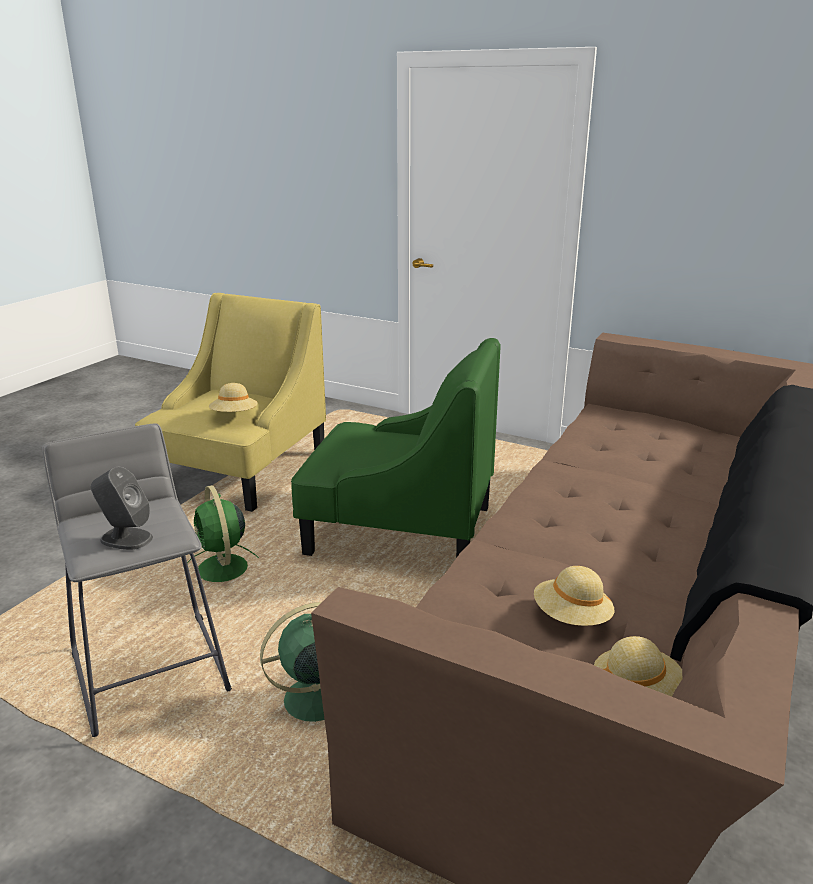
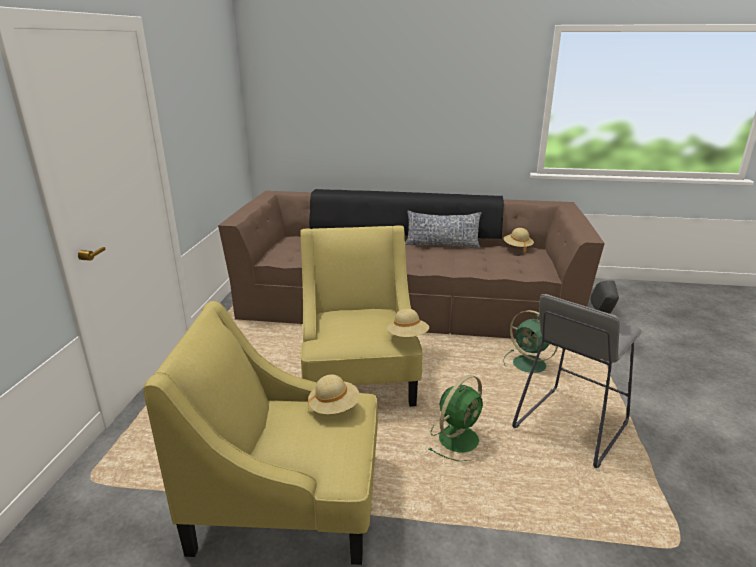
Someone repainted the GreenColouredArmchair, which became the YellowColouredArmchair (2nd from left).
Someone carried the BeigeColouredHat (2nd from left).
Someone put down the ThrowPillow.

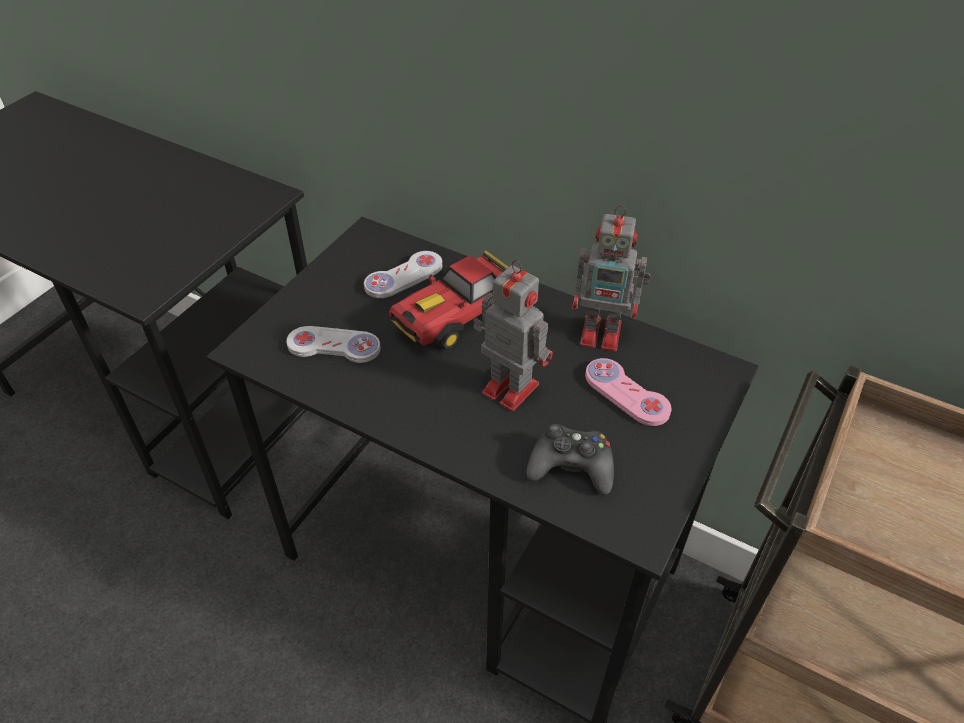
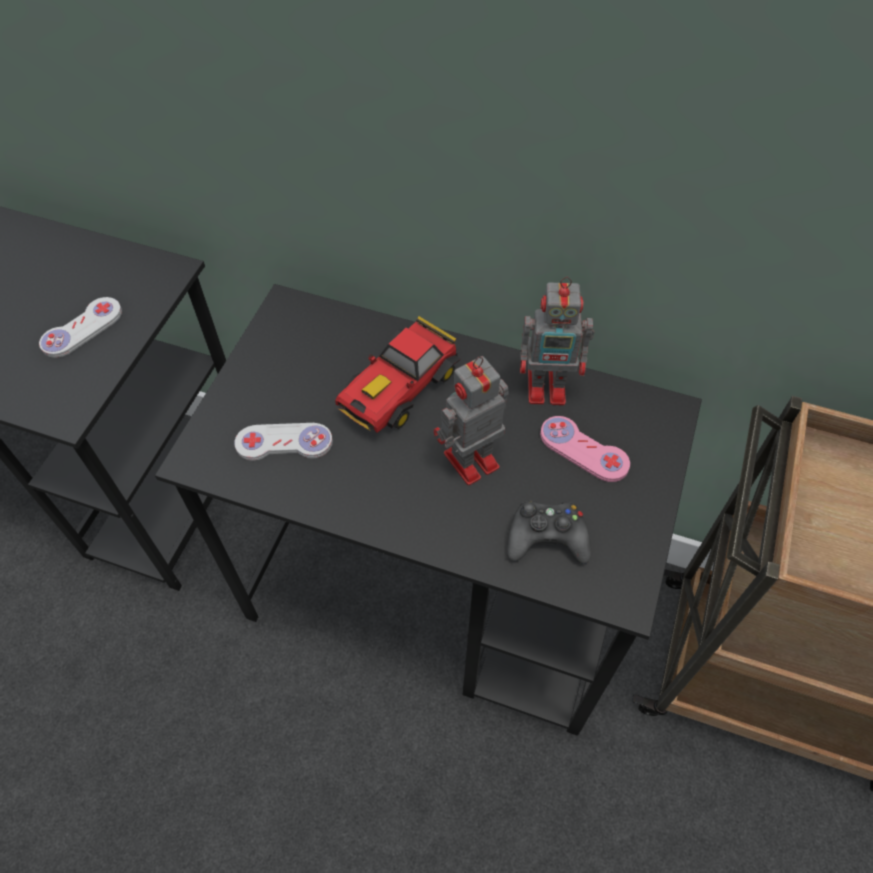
Someone carried the WhiteColouredJoypad (2nd from left in the first image).
Someone rotated the ModelRobot (1st from left) by 60 degrees counterclockwise.

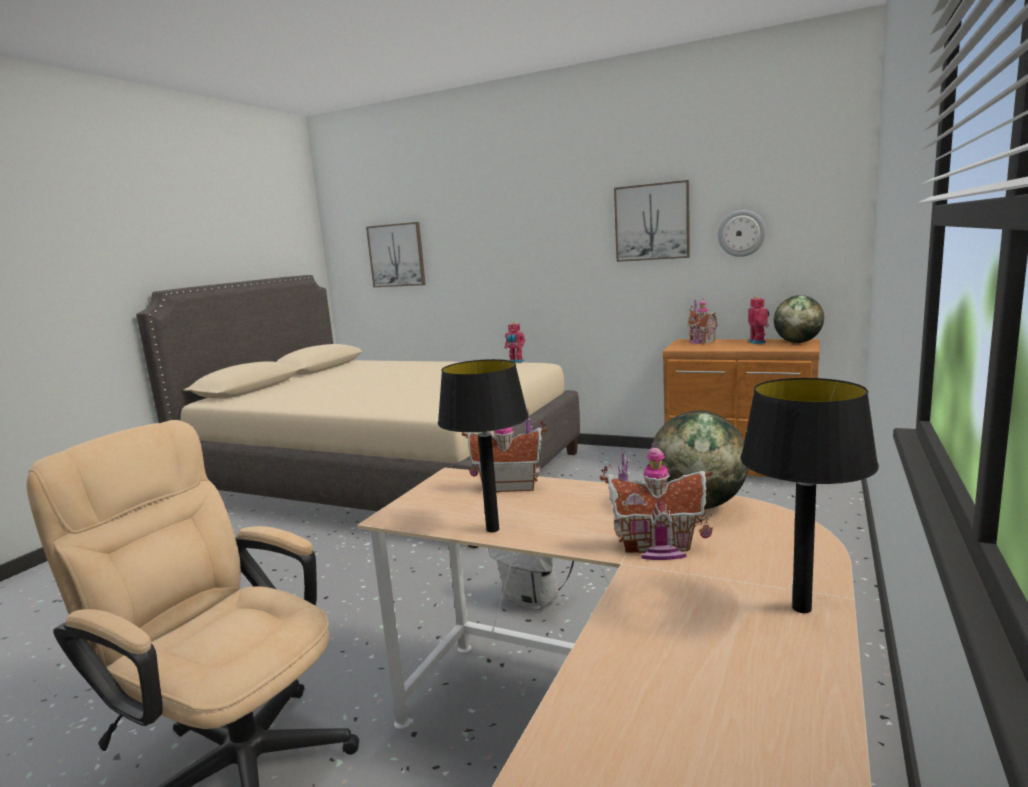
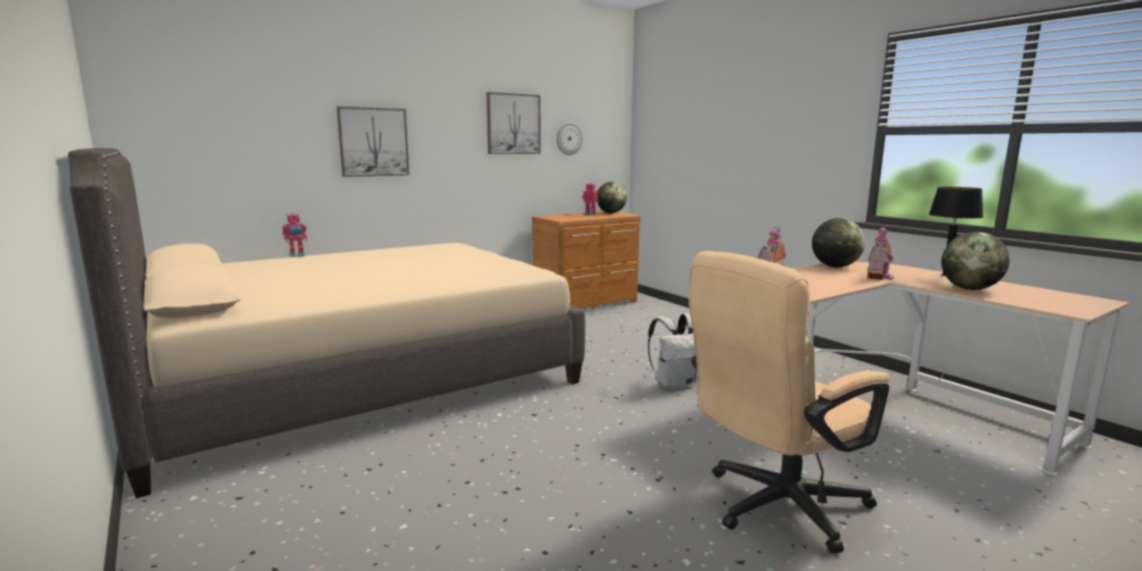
Someone carried the Picture (1st from left).
Someone took away the ModelHouse (3rd from left).
Someone carried the ModelRobot (1st from left).
Someone took away the BlackLampForATable (1st from left).
Someone put down the DeskGlobe (3rd from left).

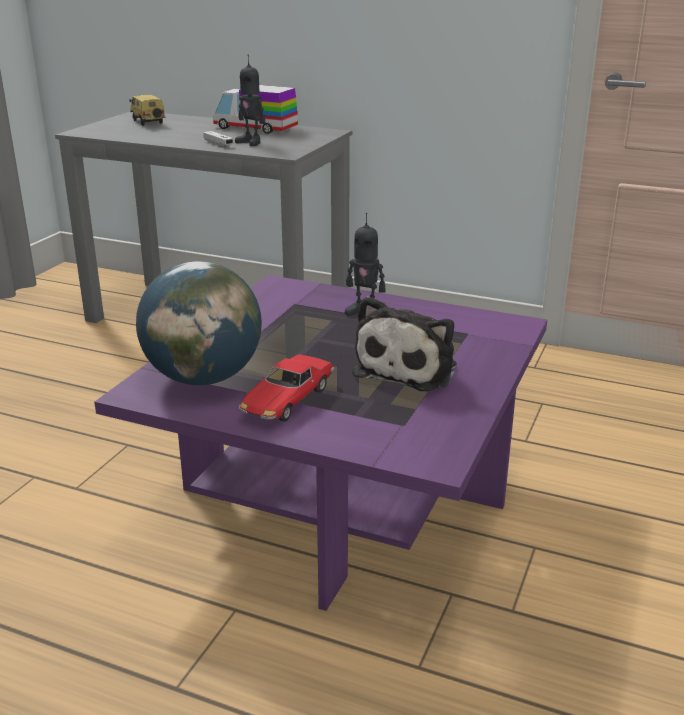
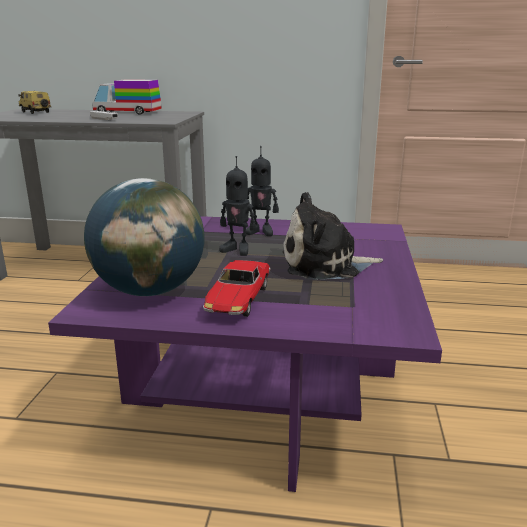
Someone carried the ModelRobot (1st from left).
Someone rotated the CuddlyToy by 75 degrees clockwise.

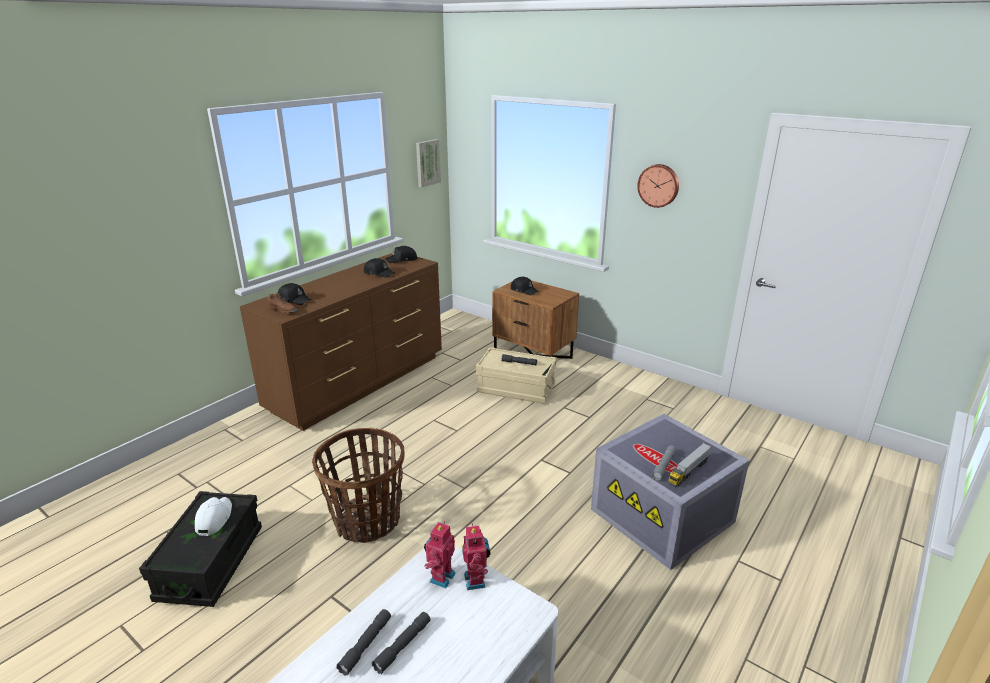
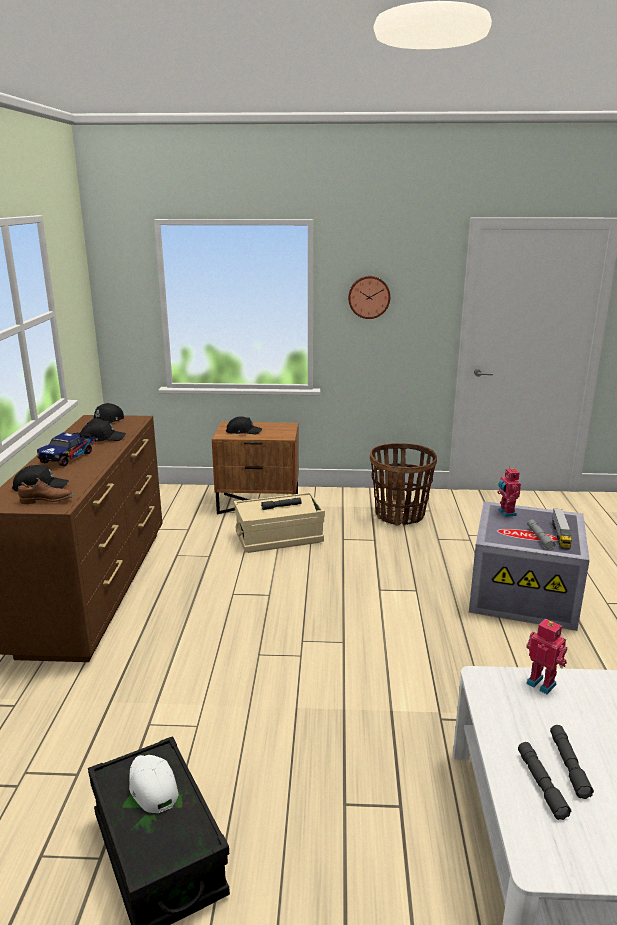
Someone took away the Picture.
Someone carried the Basket.
Someone carried the ModelRobot (1st from left).
Someone put down the ModelTruck (1st from left).

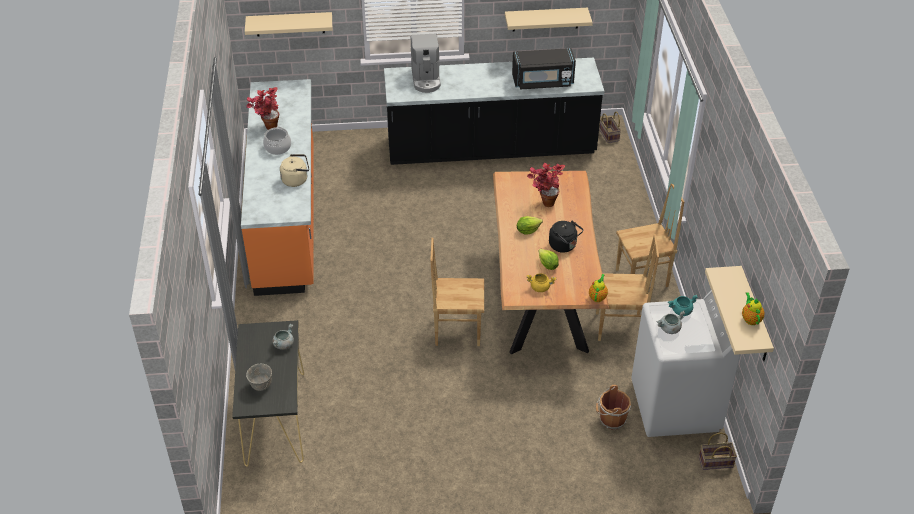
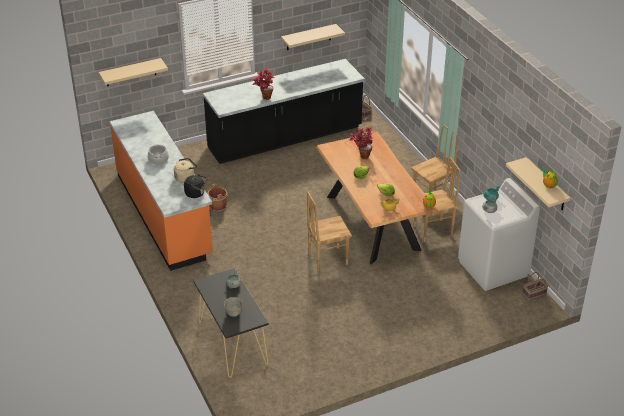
Someone took away the CoffeeMaker.
Someone took away the BlackMicrowaveOven.
Someone carried the Houseplant (1st from left).
Someone carried the BlackWaterKettle.
Someone carried the BrownColouredPail.

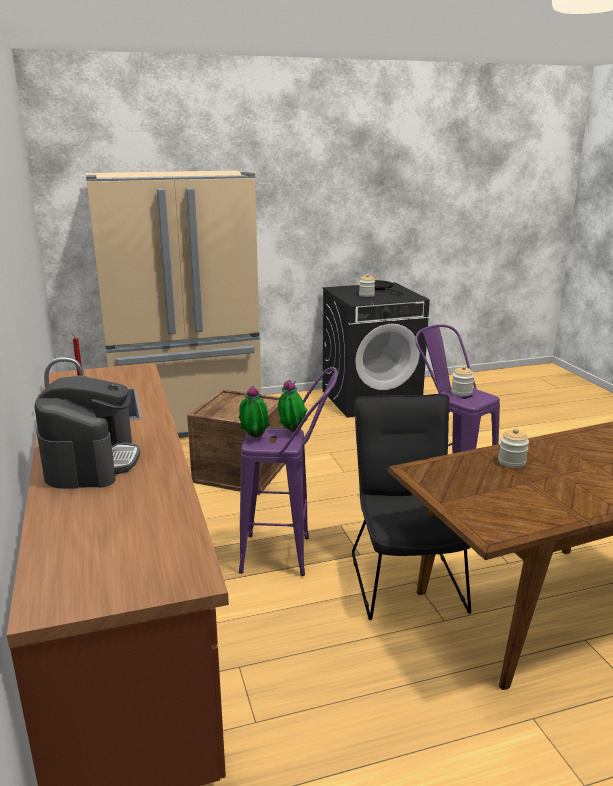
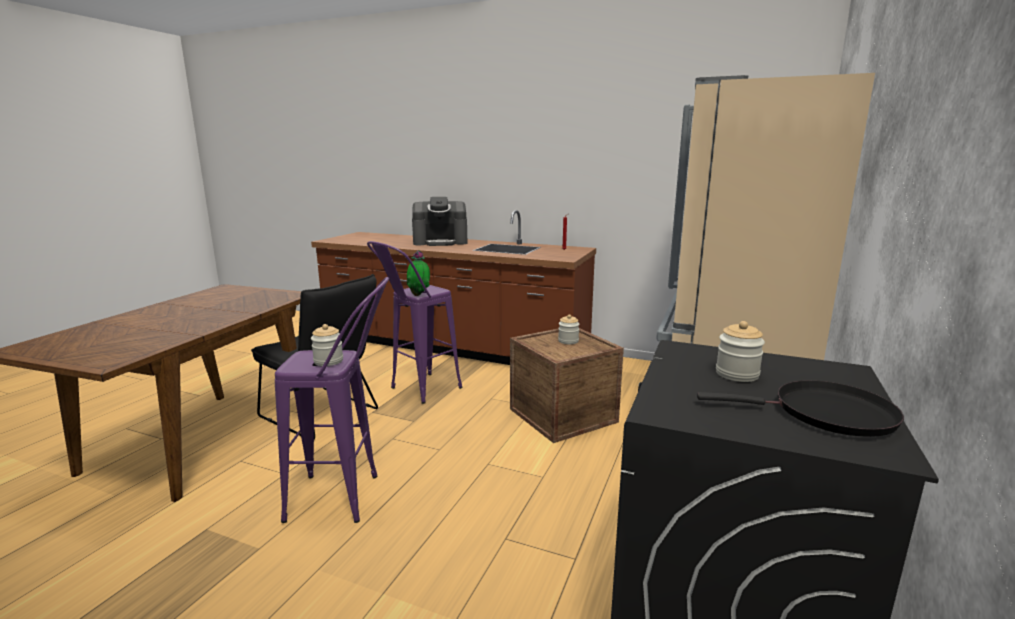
Someone rotated the CoffeeMaker by 45 degrees counterclockwise.
Someone took away the Houseplant (1st from left).
Someone carried the StorageJar (3rd from left in the first image).

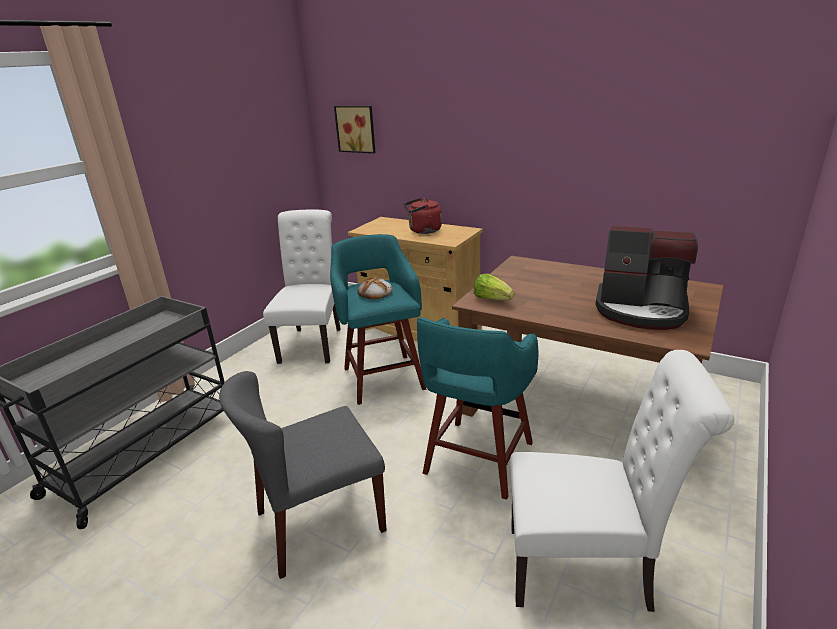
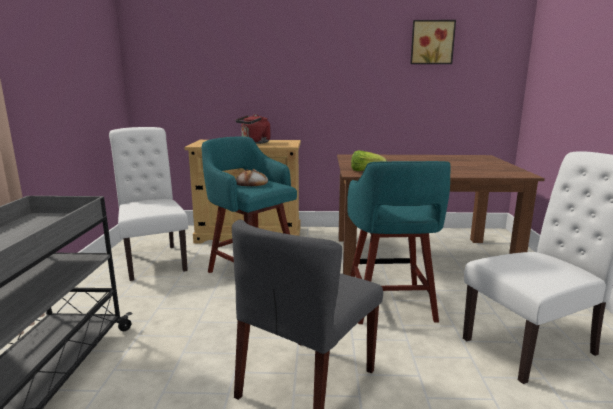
Someone carried the Picture.
Someone took away the CoffeeMaker.

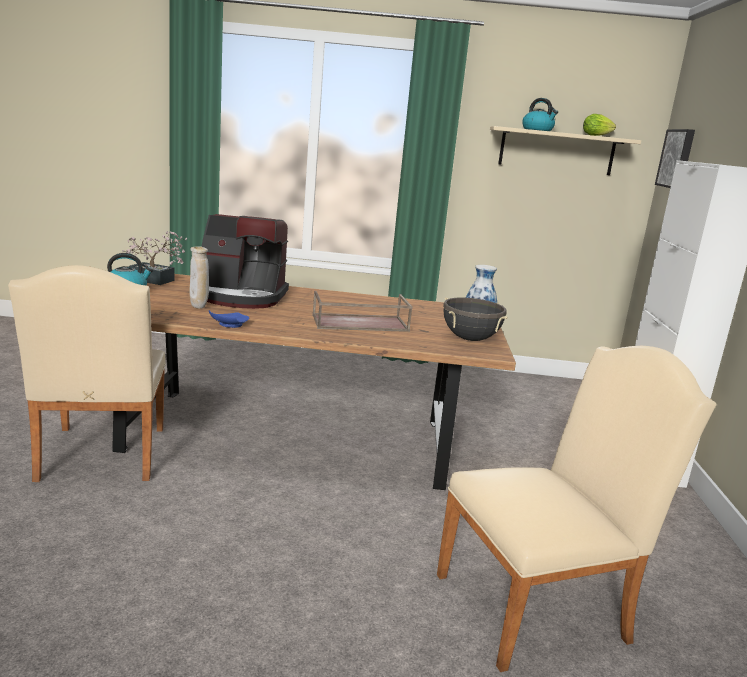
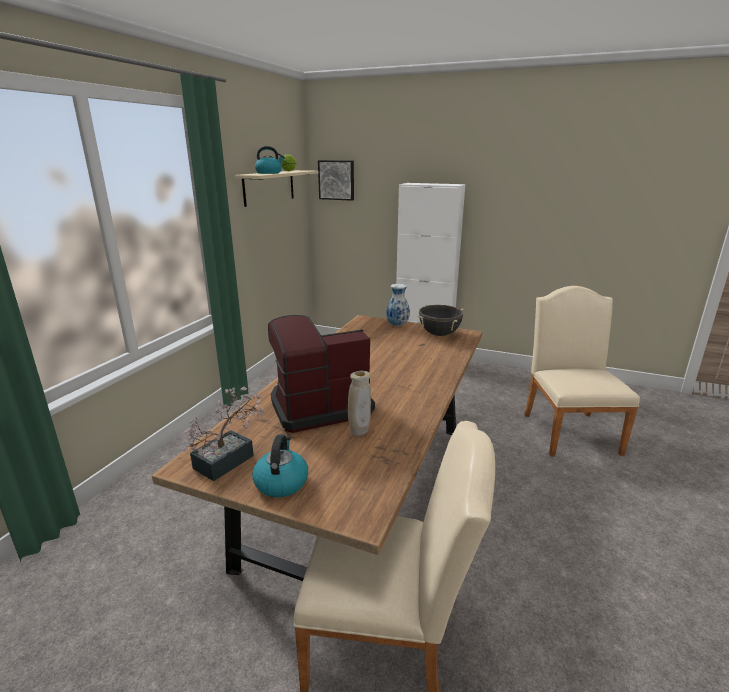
Someone rotated the CoffeeMaker by 135 degrees counterclockwise.
Someone took away the BrownColouredServingTray.
Someone took away the BluishDinnerPlate.

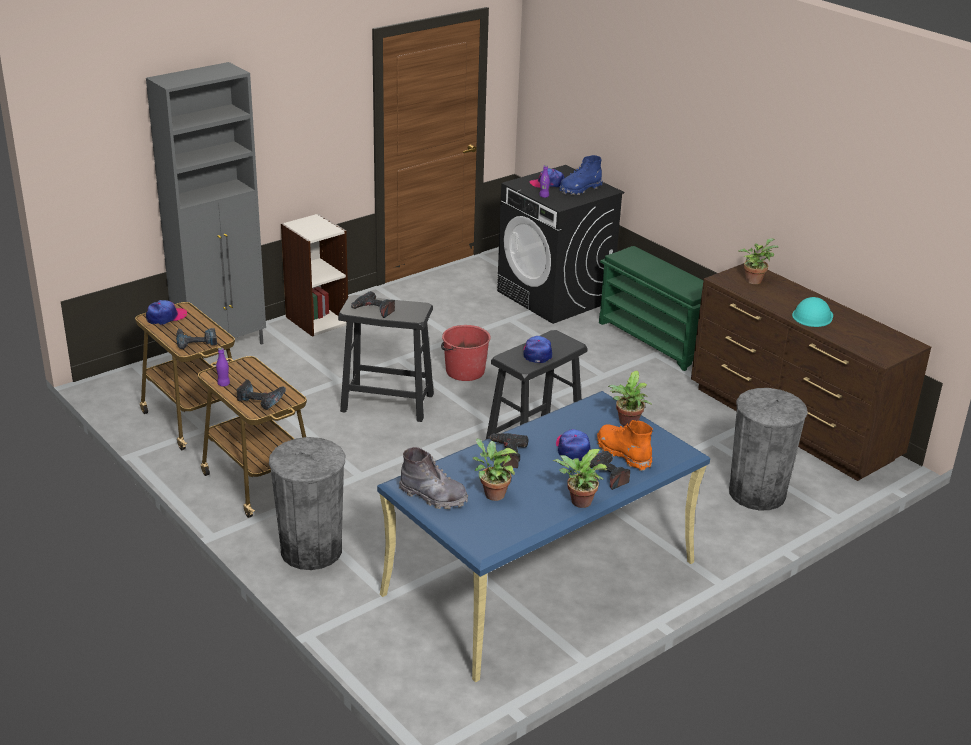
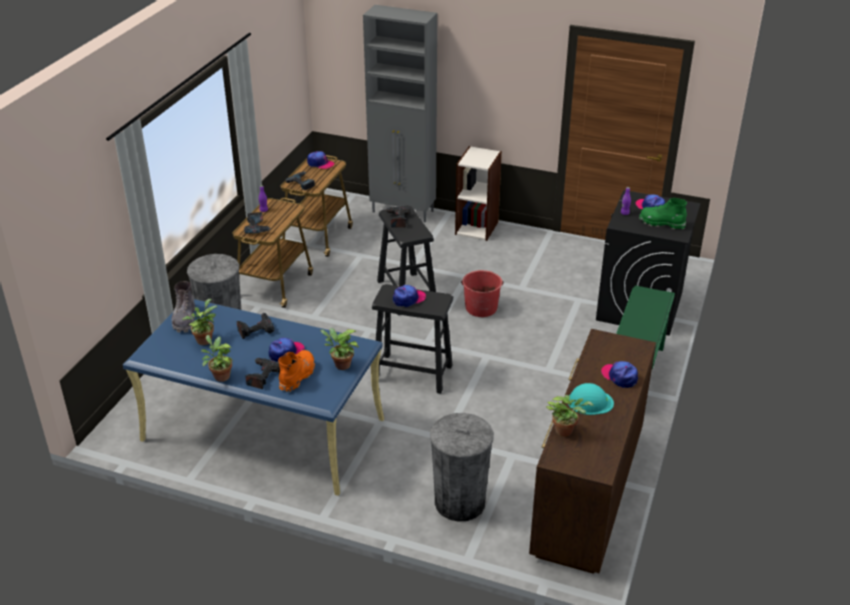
Someone repainted the BluishBoot, which became the GreenColouredBoot.
Someone carried the Houseplant (4th from left).
Someone put down the BaseballCap (4th from left).

